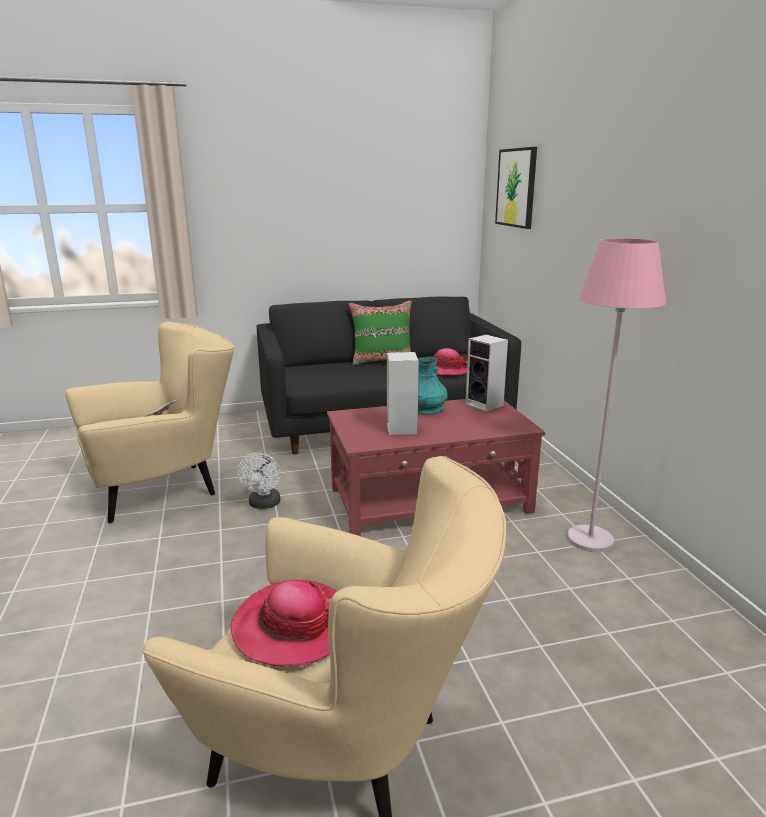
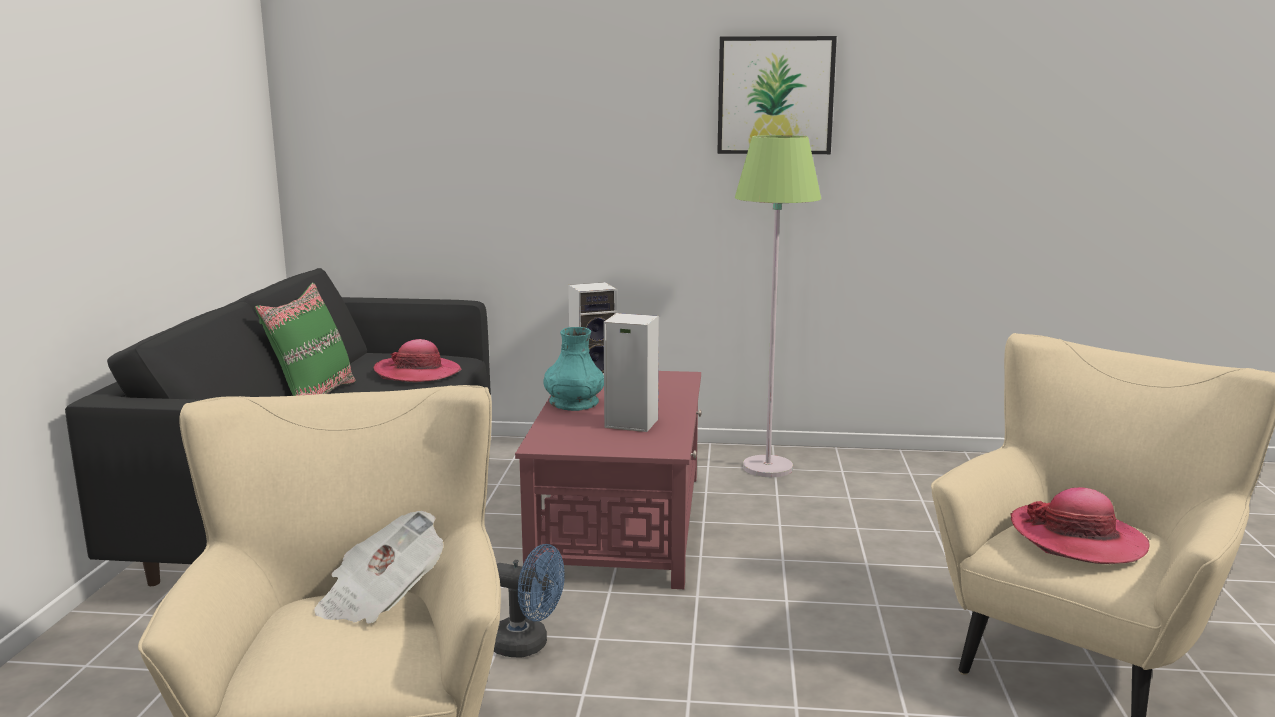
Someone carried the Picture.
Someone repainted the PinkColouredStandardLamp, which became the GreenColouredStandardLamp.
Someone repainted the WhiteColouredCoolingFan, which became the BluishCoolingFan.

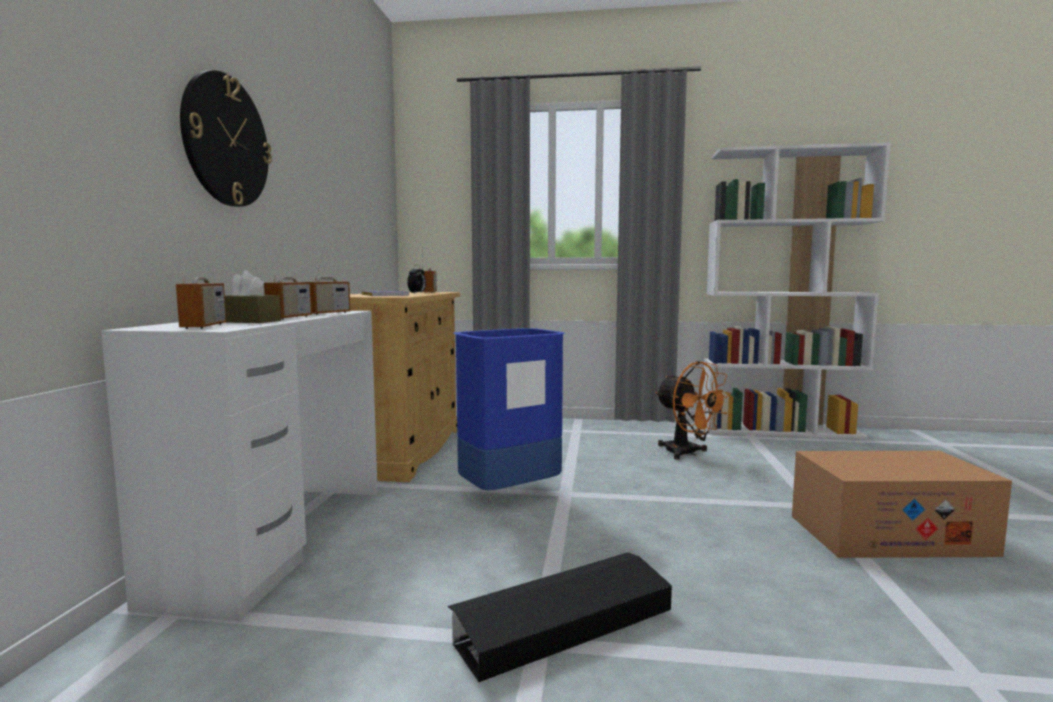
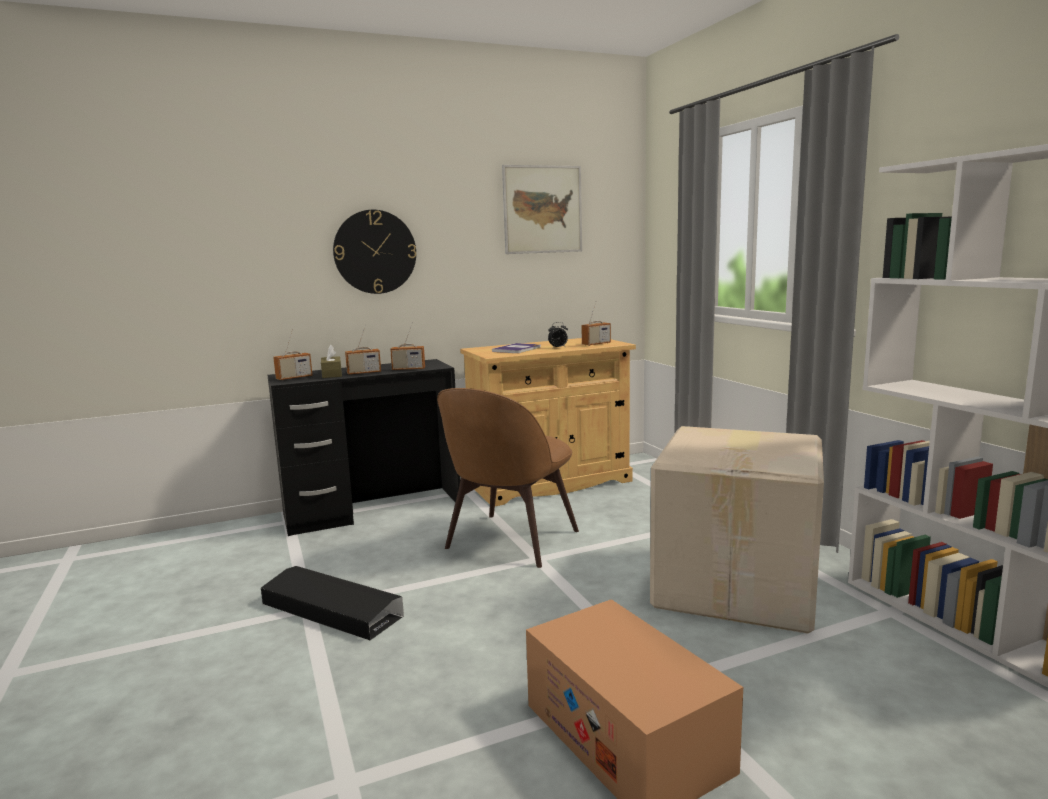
Someone repainted the WhiteColouredDeskUnit, which became the BlackDeskUnit.
Someone swapped the BluishRubbishBin for the BrownColouredUprightChair.
Someone swapped the OrangeyCoolingFan for the CardboardBox (2nd from left).
Someone put up the Picture.

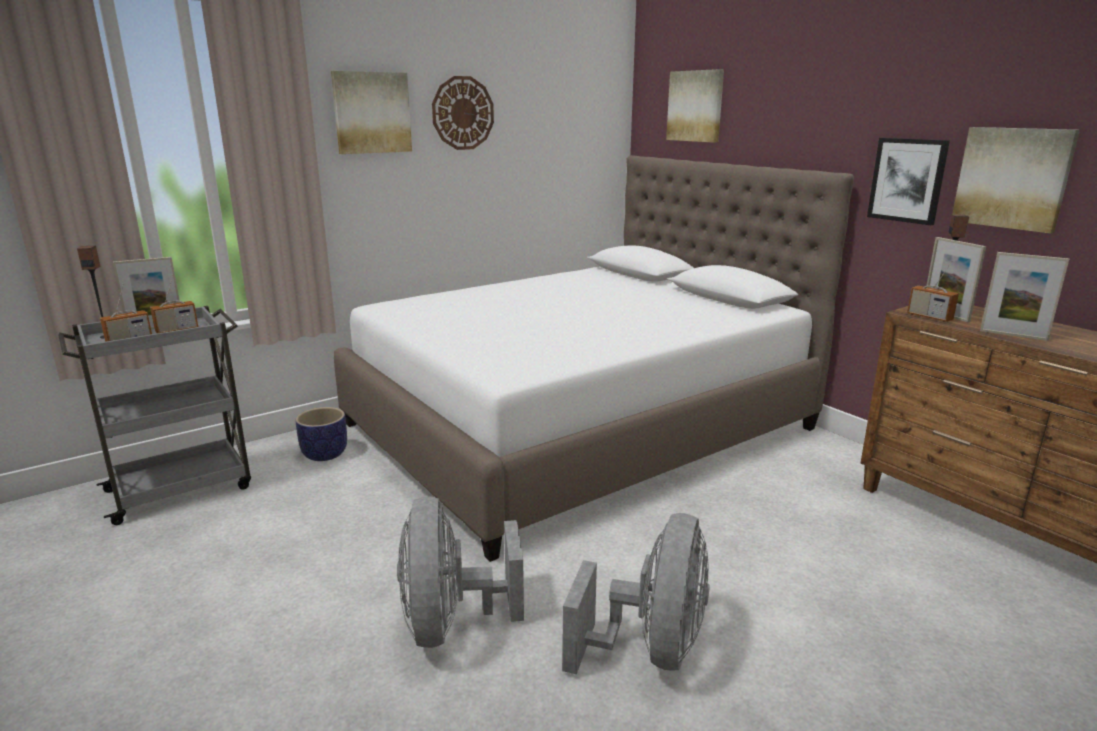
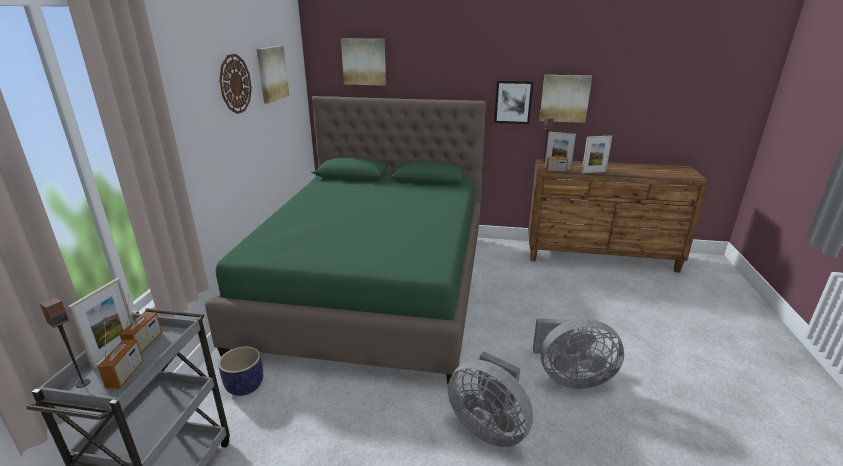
Someone carried the Picture (1st from left).
Someone repainted the WhiteColouredSleepingBed, which became the GreenColouredSleepingBed.
Someone rotated the GreyishCoolingFan (2nd from left) by 120 degrees clockwise.

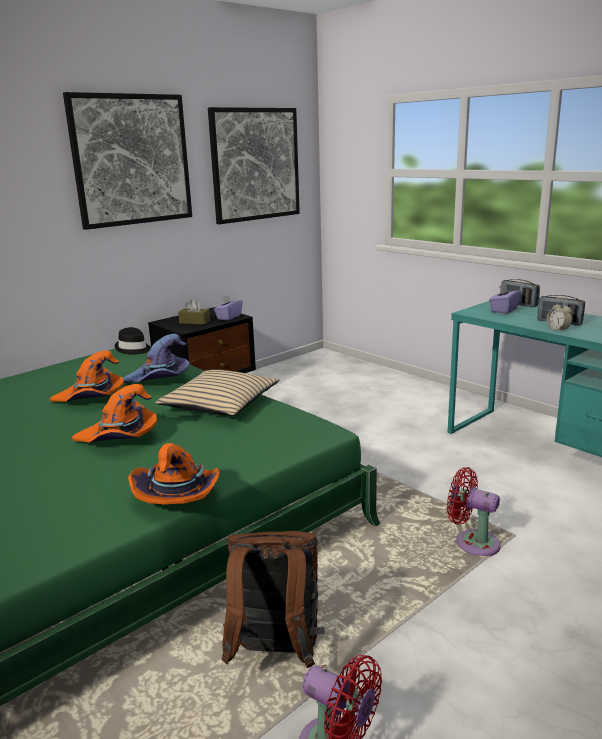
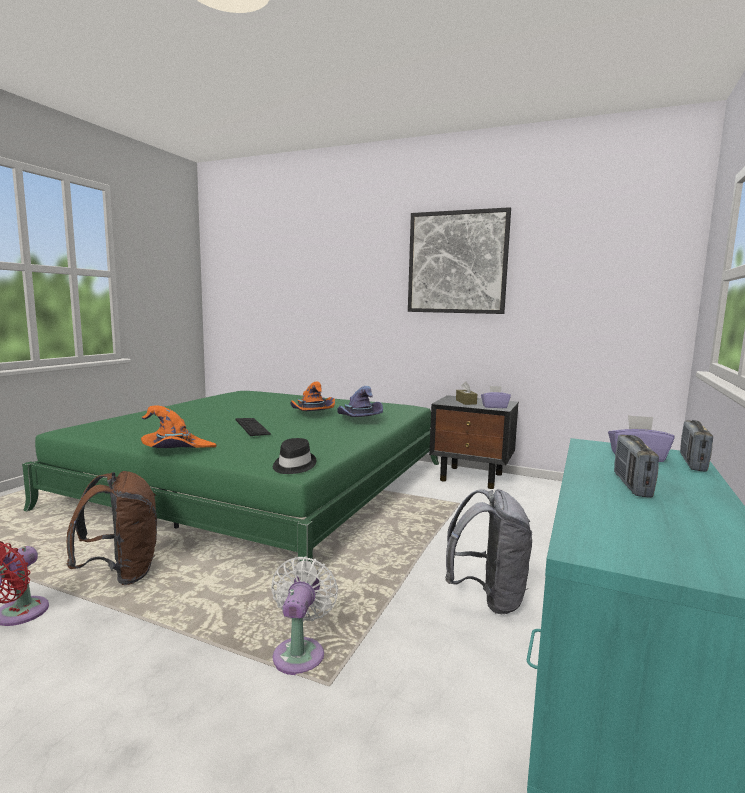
Someone took away the Picture (2nd from left).
Someone took away the BedsideClock.
Someone carried the BlackHat.
Someone took away the BeigeColouredThrowPillow.
Someone swapped the OrangeyHat (2nd from left) for the PcKeyboard.
Someone repainted the ReddishCoolingFan (2nd from left), which became the WhiteColouredCoolingFan.
Someone put down the GreyishKnapsack.

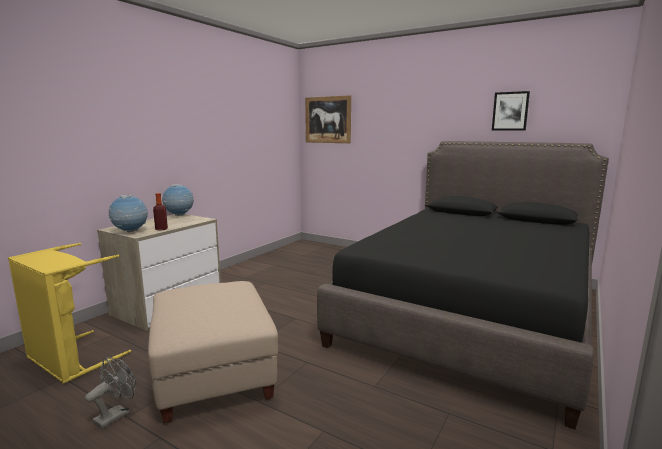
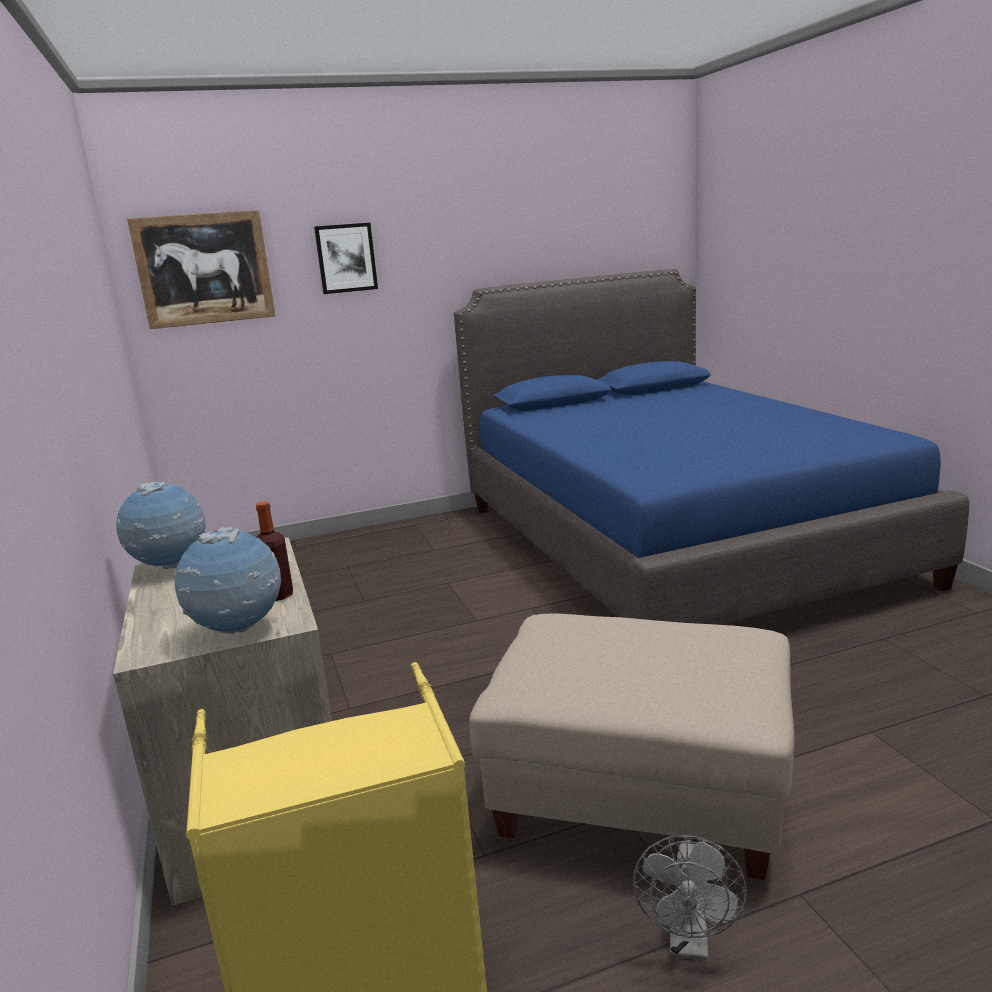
Someone carried the Picture (2nd from left).
Someone repainted the BlackSleepingBed, which became the BluishSleepingBed.
Someone rotated the GreyishCoolingFan by 150 degrees counterclockwise.

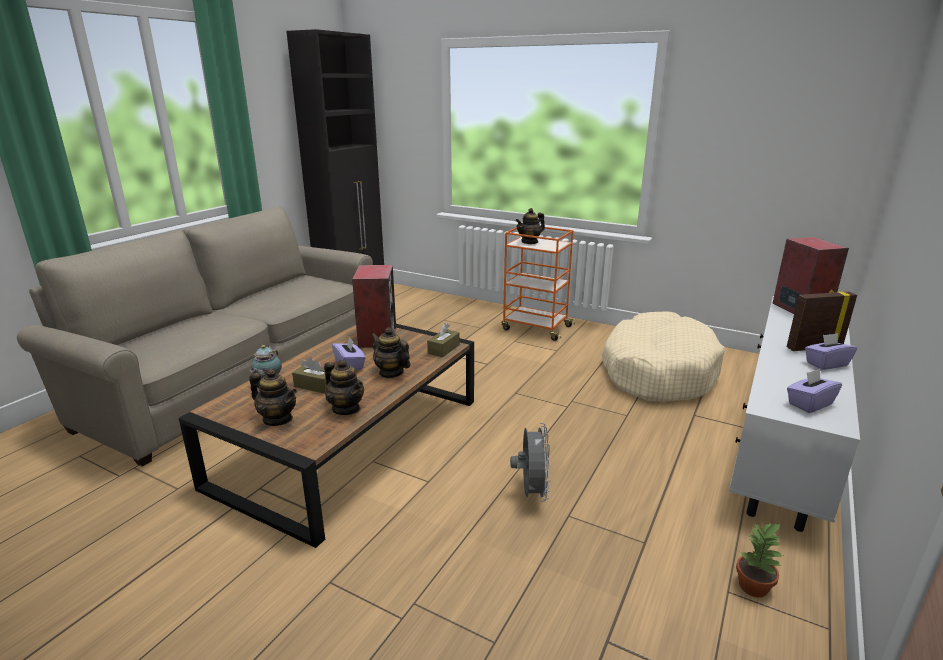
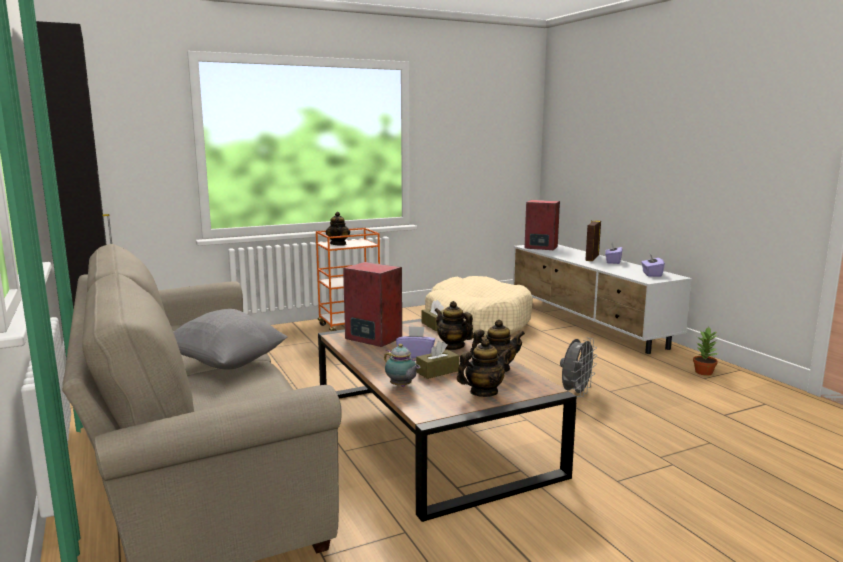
Someone rotated the PotForTea (4th from left in the first image) by 60 degrees clockwise.
Someone rotated the GreyishCoolingFan by 90 degrees clockwise.
Someone put down the GreyishThrowPillow.

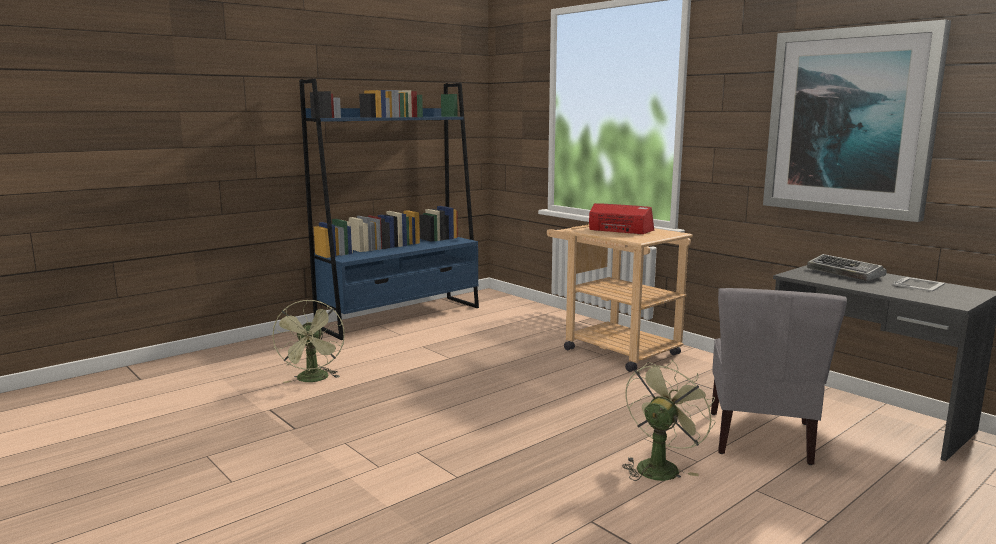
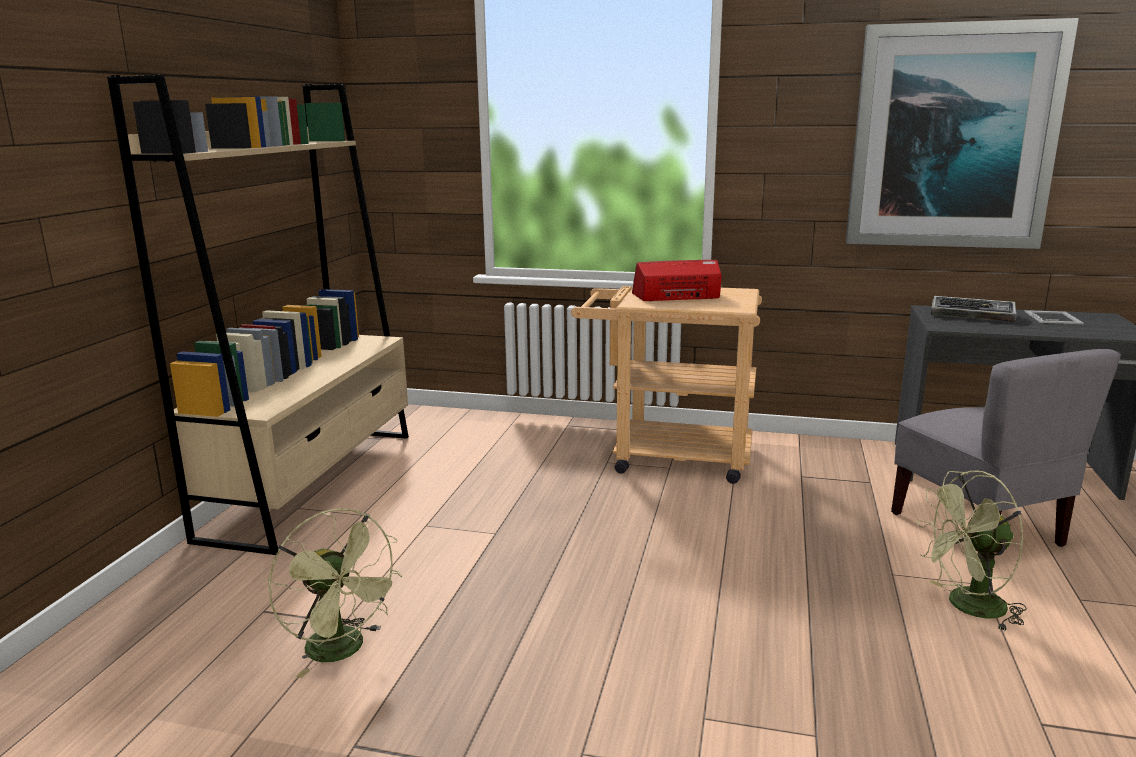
Someone repainted the BluishShelvingUnit, which became the BeigeColouredShelvingUnit.
Someone rotated the GreenColouredCoolingFan (2nd from left) by 105 degrees counterclockwise.

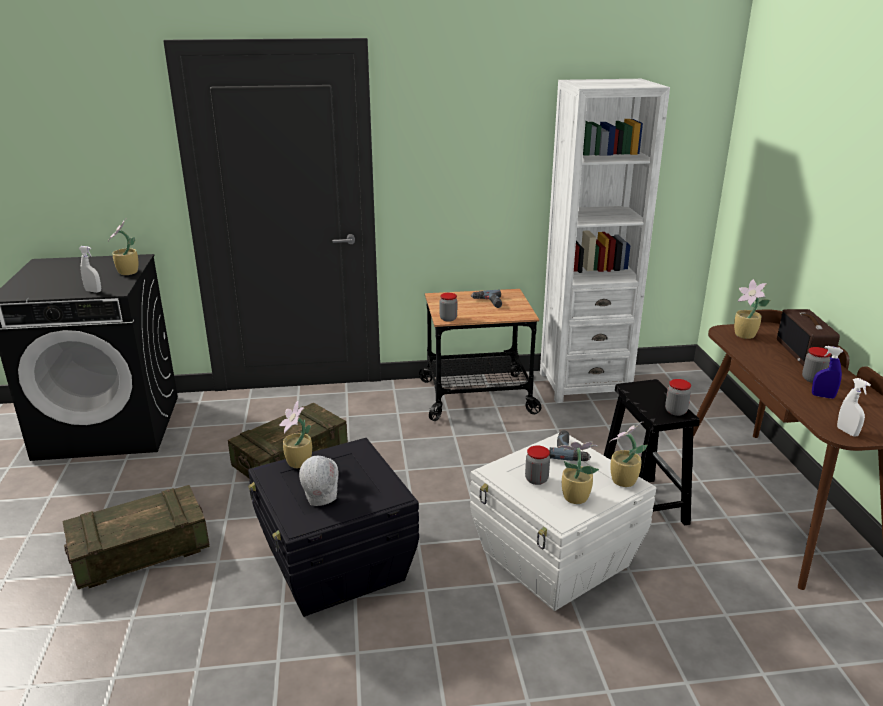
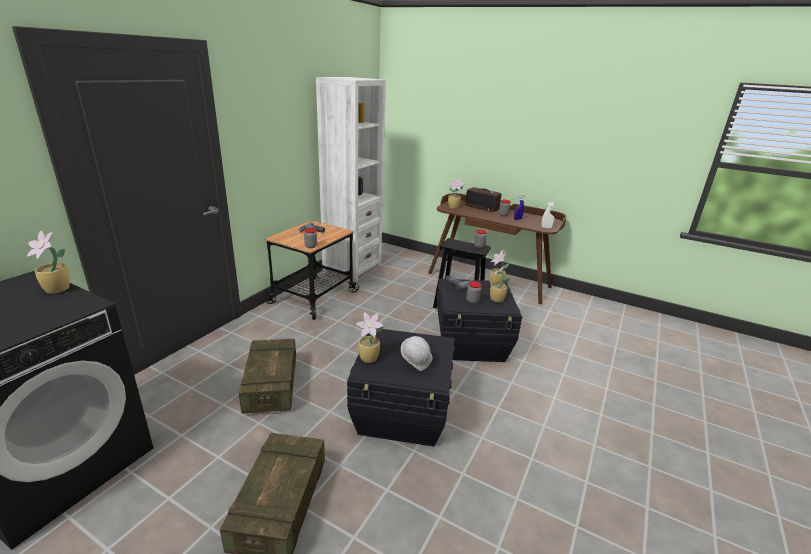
Someone took away the WhiteColouredSprayer (1st from left).
Someone repainted the WhiteColouredStorageContainer, which became the BlackStorageContainer (2nd from left).

